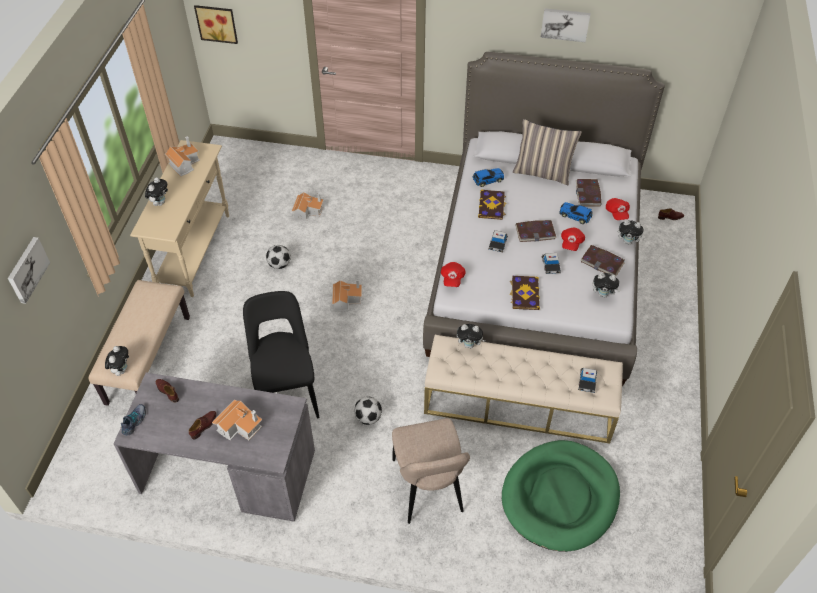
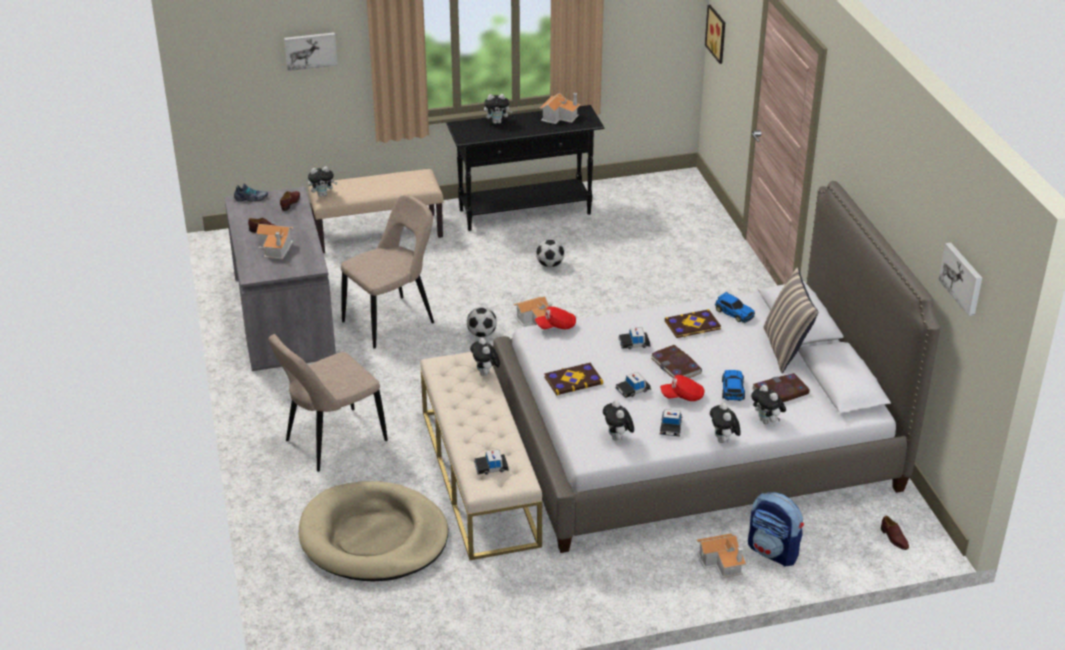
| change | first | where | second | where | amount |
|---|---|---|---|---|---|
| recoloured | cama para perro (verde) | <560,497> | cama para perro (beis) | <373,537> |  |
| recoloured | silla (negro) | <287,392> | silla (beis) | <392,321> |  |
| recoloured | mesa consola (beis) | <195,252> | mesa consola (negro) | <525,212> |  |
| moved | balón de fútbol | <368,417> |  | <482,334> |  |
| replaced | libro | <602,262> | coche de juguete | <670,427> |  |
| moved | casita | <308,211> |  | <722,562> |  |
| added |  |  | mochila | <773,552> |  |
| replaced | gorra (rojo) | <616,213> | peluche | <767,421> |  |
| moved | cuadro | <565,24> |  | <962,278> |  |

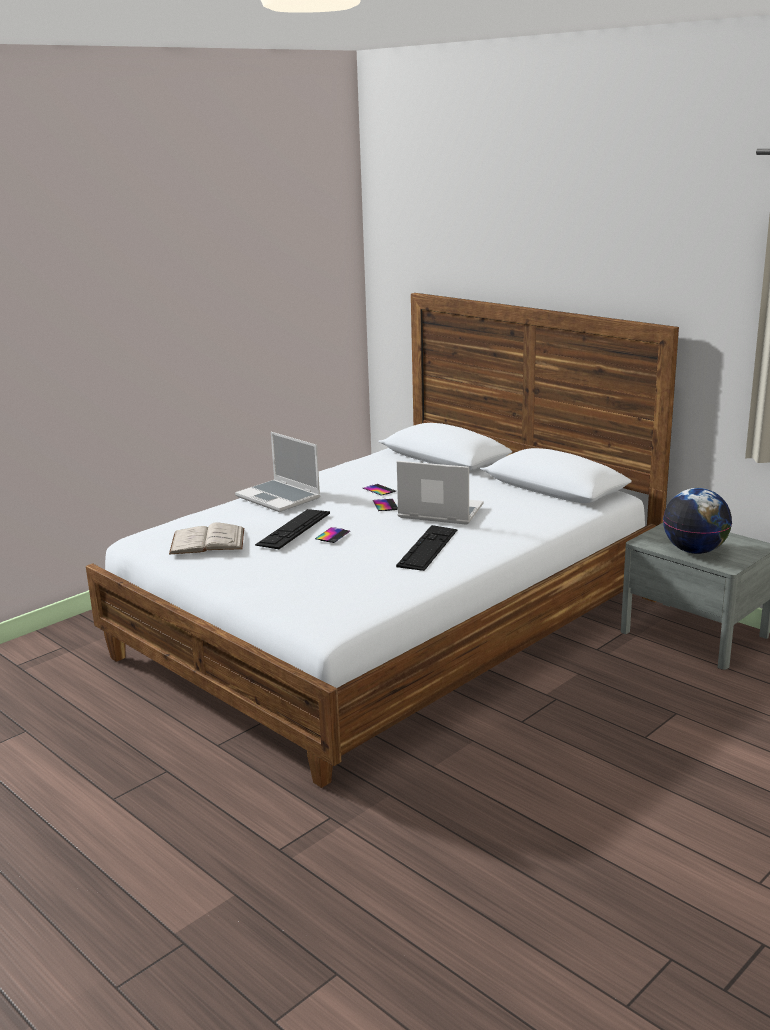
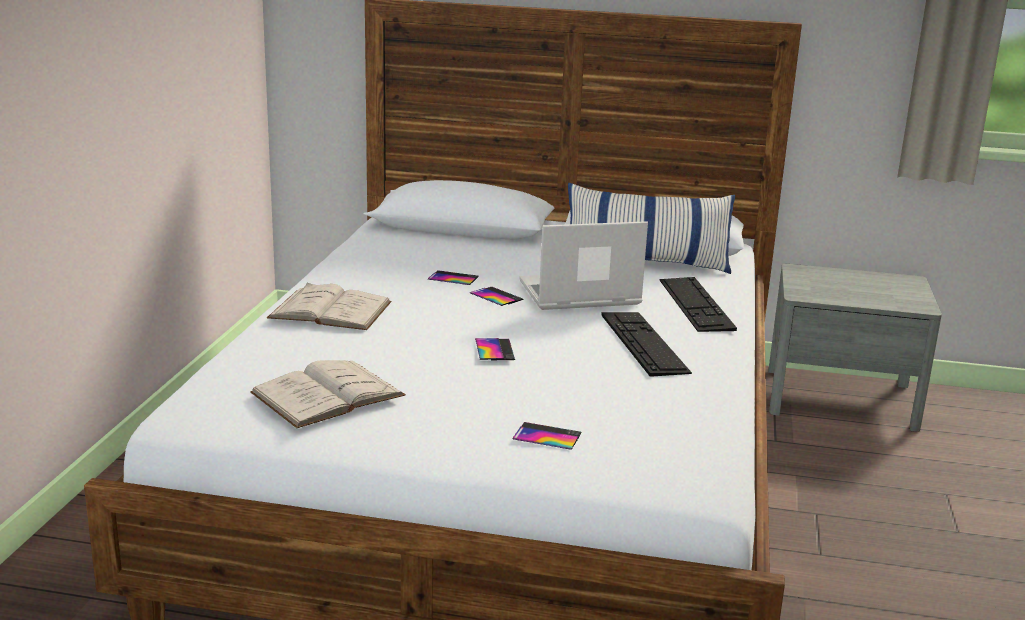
| change | first | where | second | where | amount |
|---|---|---|---|---|---|
| replaced | portátil | <279,497> | libro (blanco) | <330,310> |  |
| added |  |  | móvil | <547,436> |  |
| added |  |  | cojín | <645,262> |  |
| moved | teclado | <293,528> |  | <695,304> |  |
| removed | globo terráqueo | <695,551> |  |  |  |

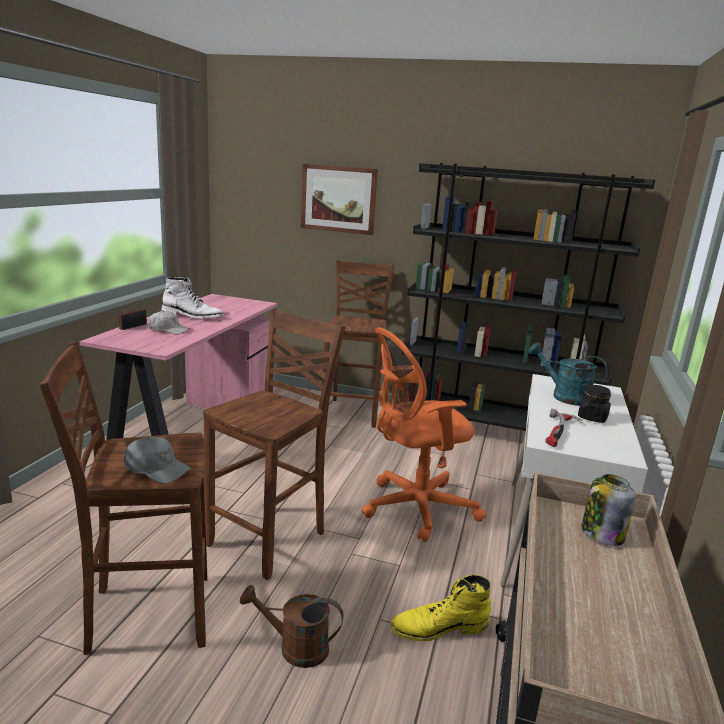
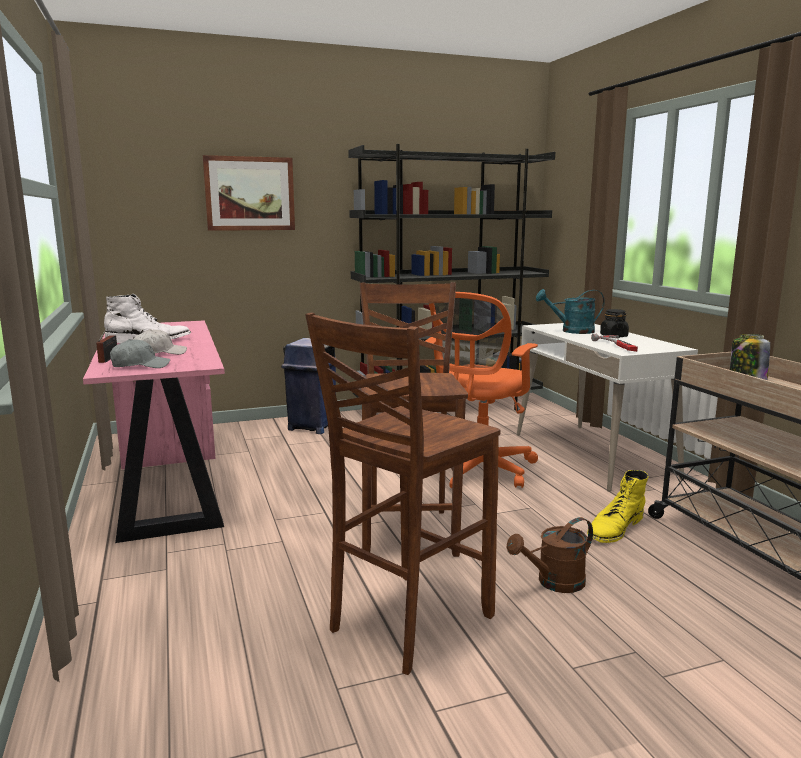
| change | first | where | second | where | amount |
|---|---|---|---|---|---|
| moved | gorra (gris) | <156,469> |  | <140,365> |  |
| replaced | taburete (marrón) | <352,412> | papelera (azul) | <312,427> |  |

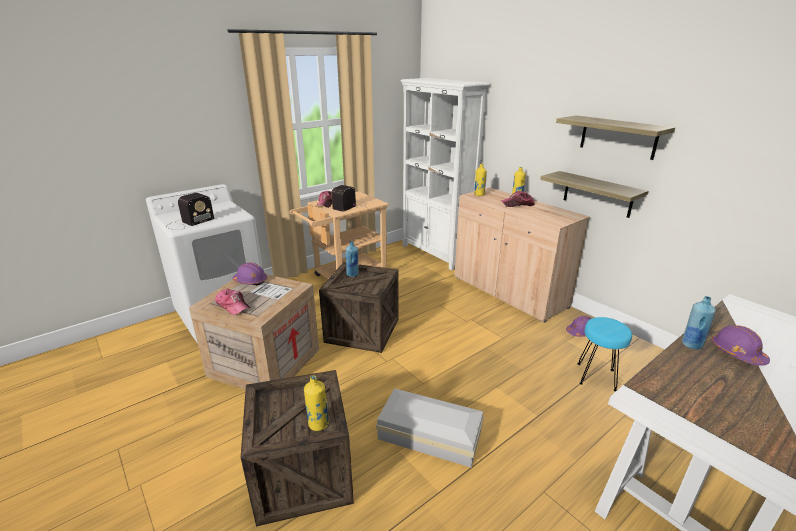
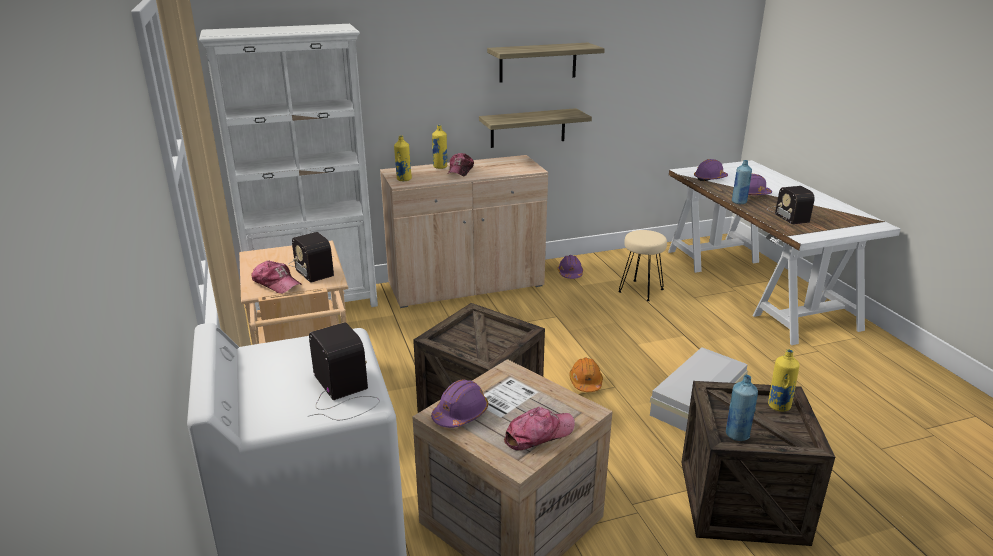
| change | first | where | second | where | amount |
|---|---|---|---|---|---|
| added |  |  | casco (naranja) | <585,382> |  |
| recoloured | taburete (turquesa) | <596,376> | taburete (beis) | <640,290> |  |
| added |  |  | casco (morado) | <710,178> |  |
| moved | botella (azul) | <352,274> |  | <737,434> |  |
| added |  |  | radio | <787,214> |  |

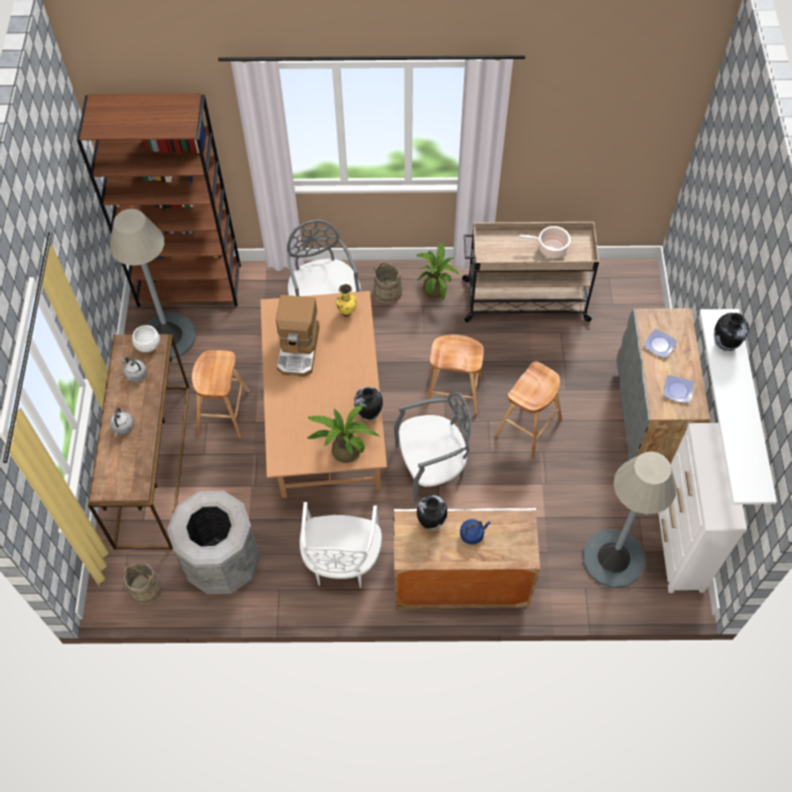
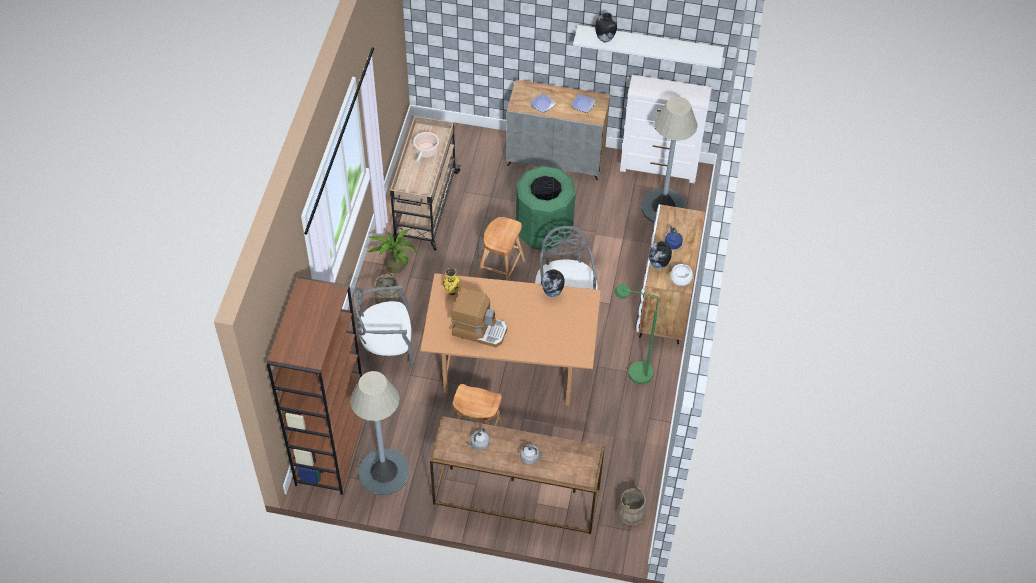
| change | first | where | second | where | amount |
|---|---|---|---|---|---|
| replaced | taburete (marrón) | <528,426> | papelera (verde) | <544,231> |  |
| replaced | silla (blanco) | <341,561> | lámpara de pie (verde) | <633,373> |  |
| moved | cuenco (blanco) | <148,345> |  | <680,280> |  |
| removed | papelera (gris) | <222,563> |  |  |  |
| removed | planta en maceta | <343,449> |  |  |  |

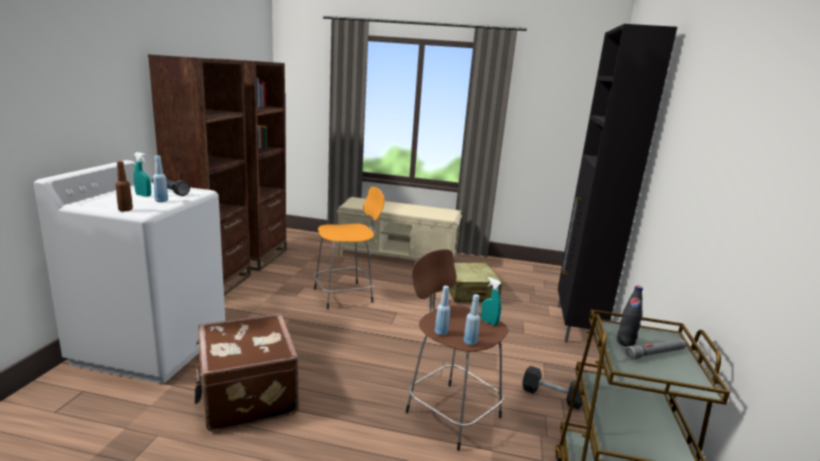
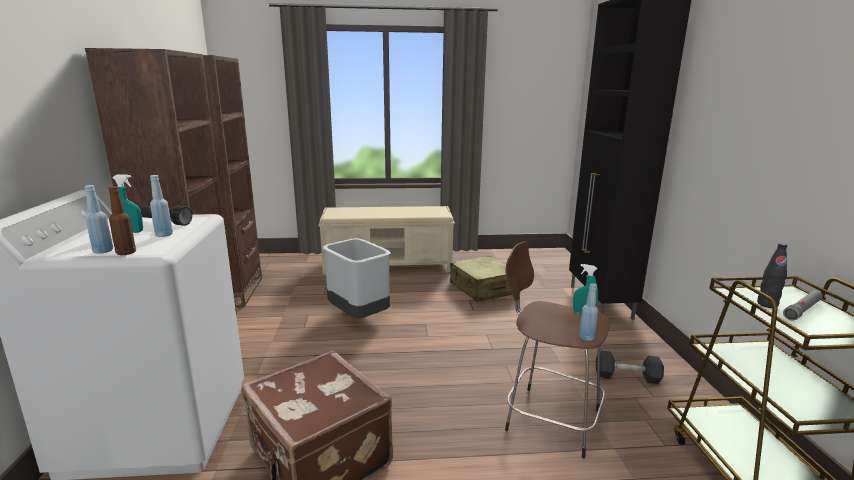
| change | first | where | second | where | amount |
|---|---|---|---|---|---|
| moved | botella (azul) | <441,332> |  | <103,251> |  |
| replaced | taburete (naranja) | <345,295> | papelera (gris) | <359,316> |  |

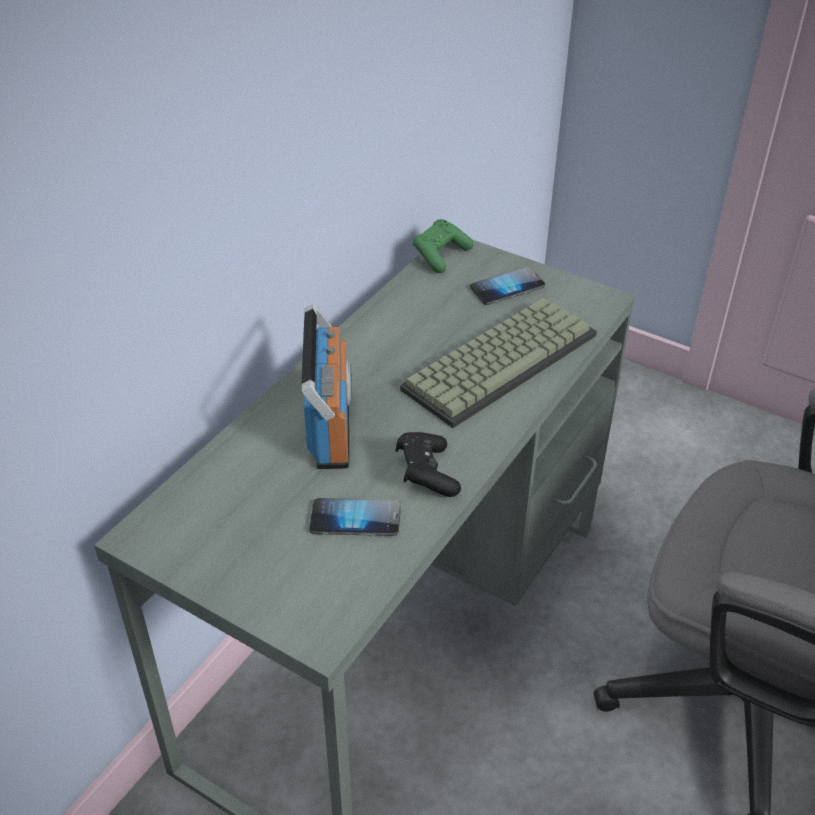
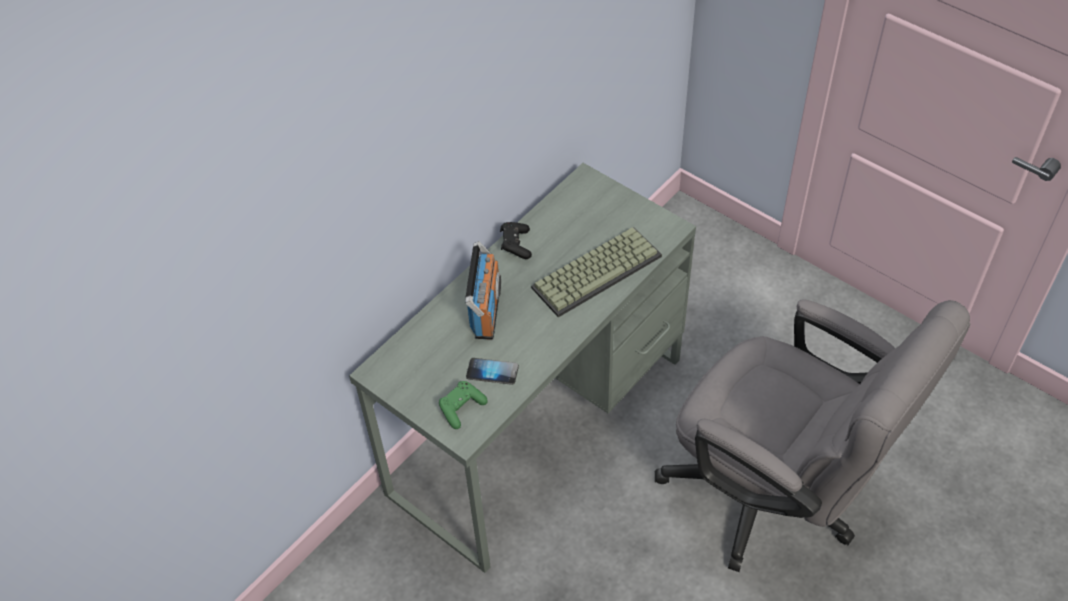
| change | first | where | second | where | amount |
|---|---|---|---|---|---|
| moved | mando de consola (verde) | <440,255> |  | <461,408> |  |
| moved | mando de consola (negro) | <426,474> |  | <515,245> |  |
| removed | móvil | <507,288> |  |  |  |

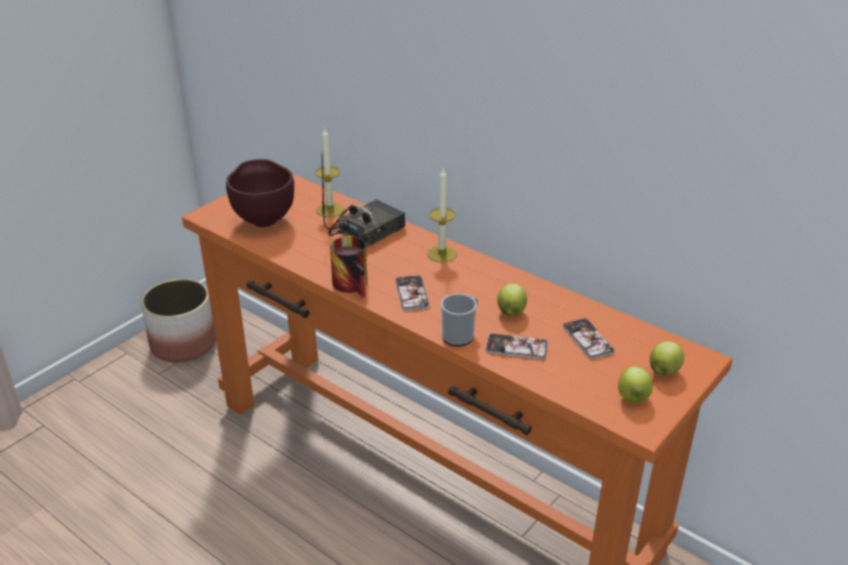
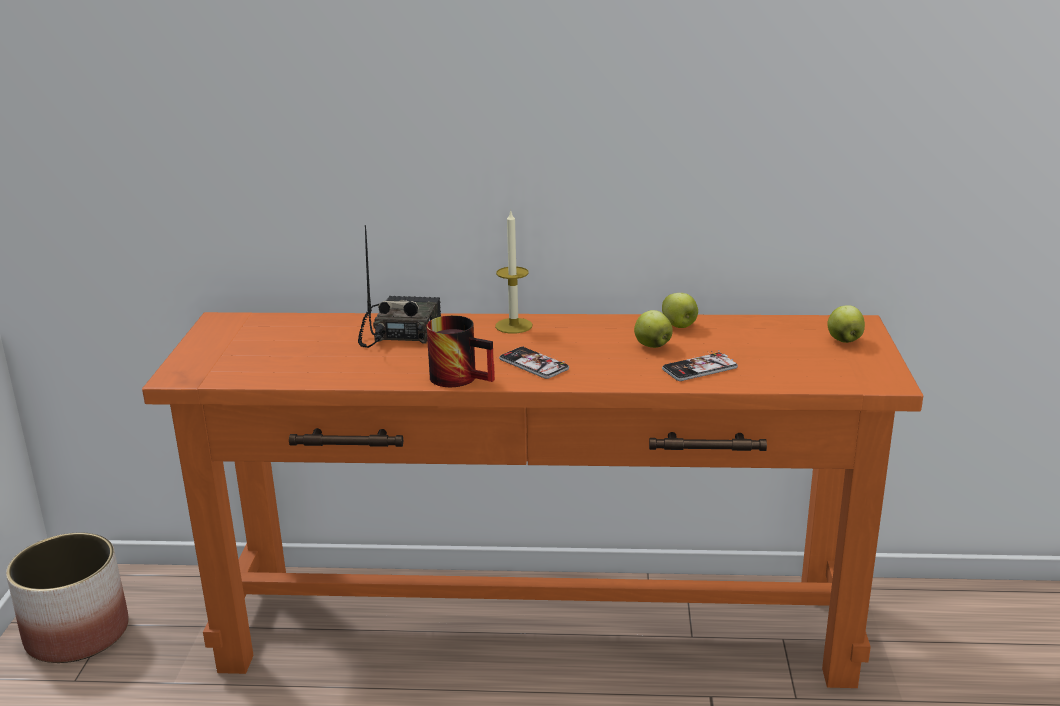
| change | first | where | second | where | amount |
|---|---|---|---|---|---|
| moved | manzana | <632,398> |  | <679,326> |  |
| removed | cuenco (marrón) | <264,219> |  |  |  |
| removed | vela | <330,210> |  |  |  |
| removed | taza grande | <460,335> |  |  |  |
| removed | móvil | <588,339> |  |  |  |

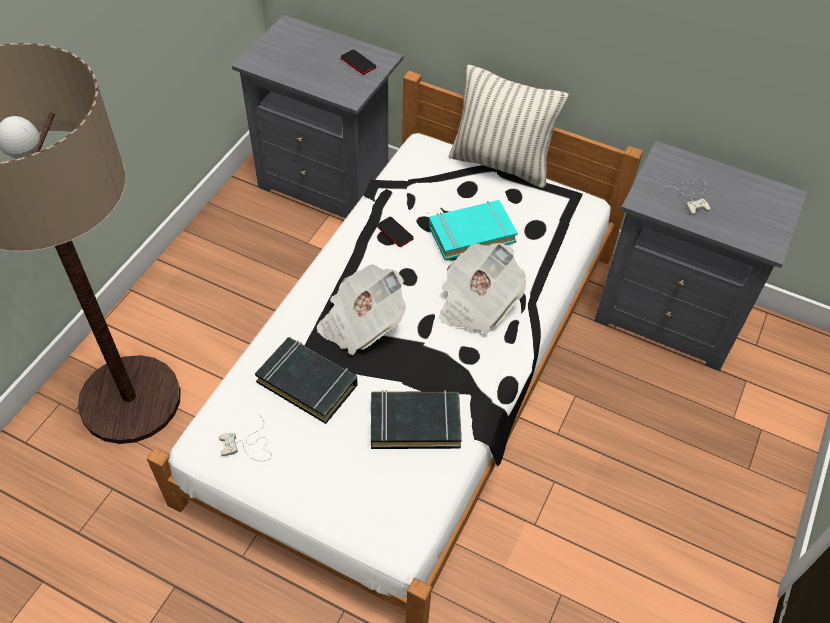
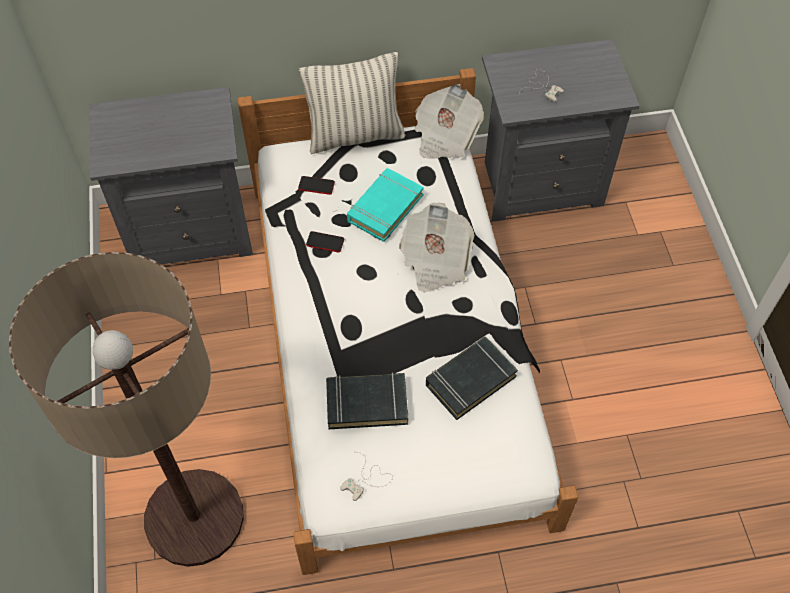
| change | first | where | second | where | amount |
|---|---|---|---|---|---|
| moved | móvil | <358,63> |  | <316,186> |  |
| moved | periódico | <361,323> |  | <445,136> |  |

